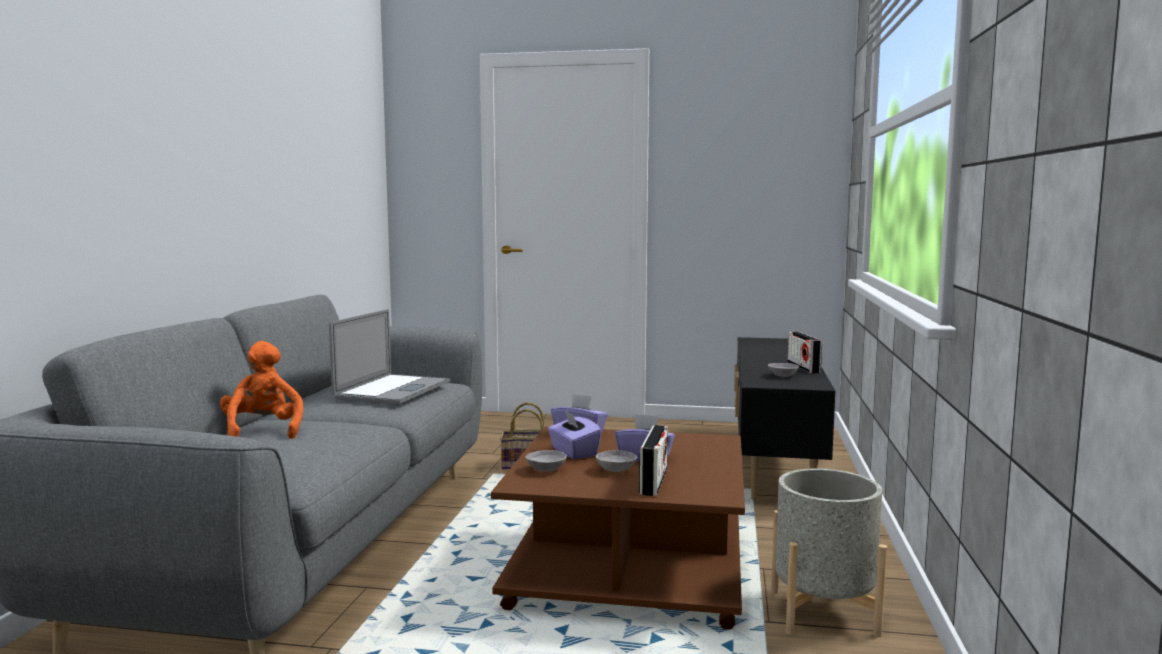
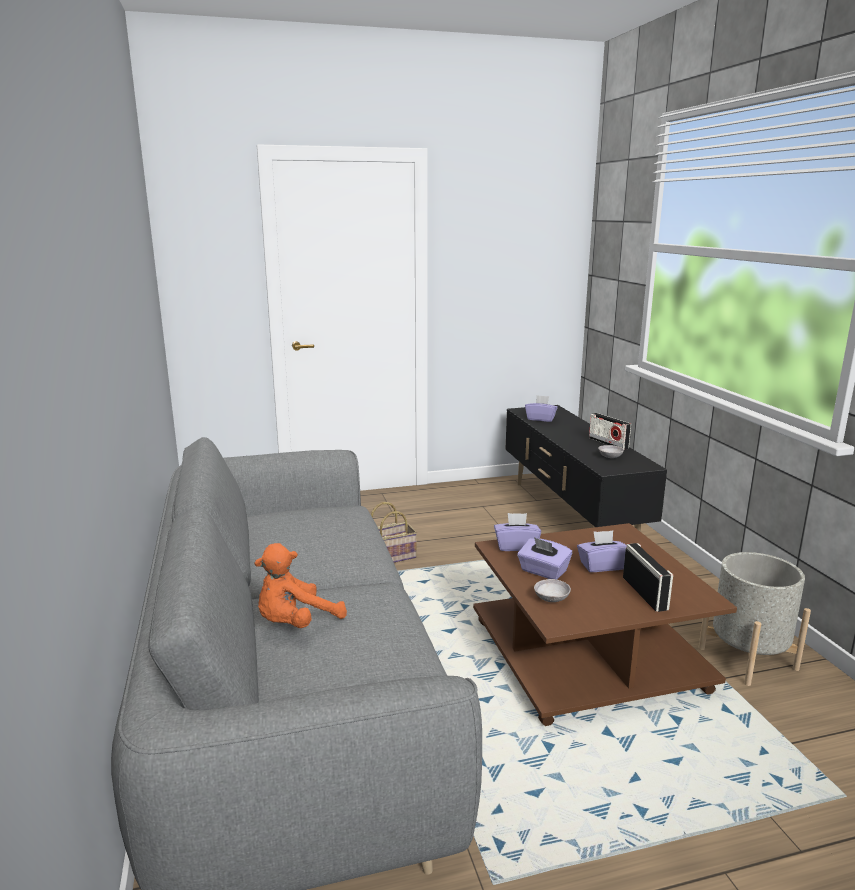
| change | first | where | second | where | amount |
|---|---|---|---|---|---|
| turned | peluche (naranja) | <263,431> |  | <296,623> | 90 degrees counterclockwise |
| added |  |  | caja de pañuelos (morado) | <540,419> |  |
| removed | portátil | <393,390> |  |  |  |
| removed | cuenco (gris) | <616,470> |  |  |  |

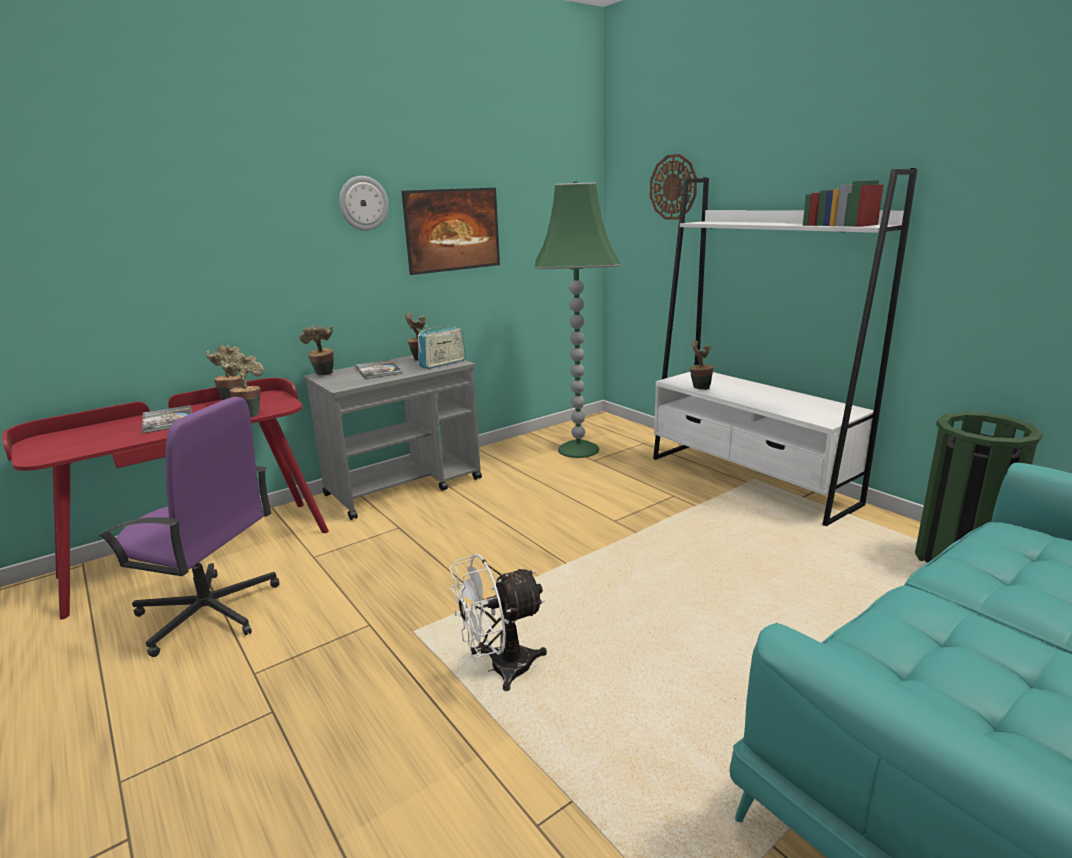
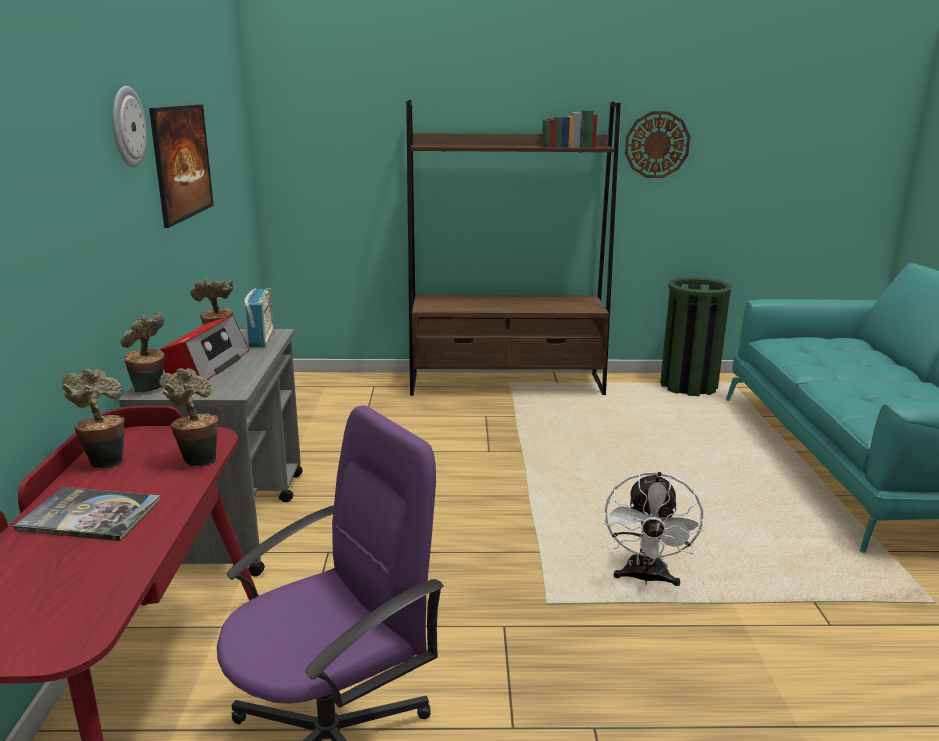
| change | first | where | second | where | amount |
|---|---|---|---|---|---|
| replaced | libro | <378,370> | radio | <207,364> |  |
| recoloured | estantería (blanco) | <750,480> | estantería (marrón) | <507,384> |  |
| moved | reloj de pared | <673,187> |  | <657,145> |  |
| removed | lámpara de pie (verde) | <579,449> |  |  |  |
| removed | planta en maceta | <699,388> |  |  |  |

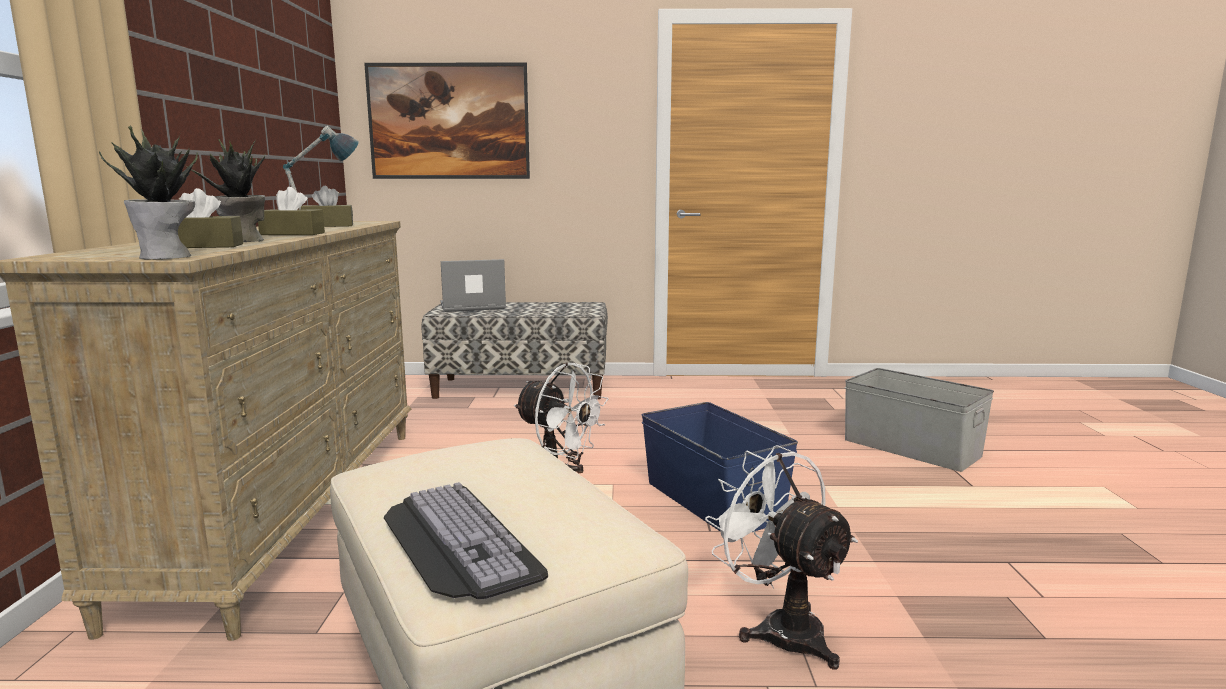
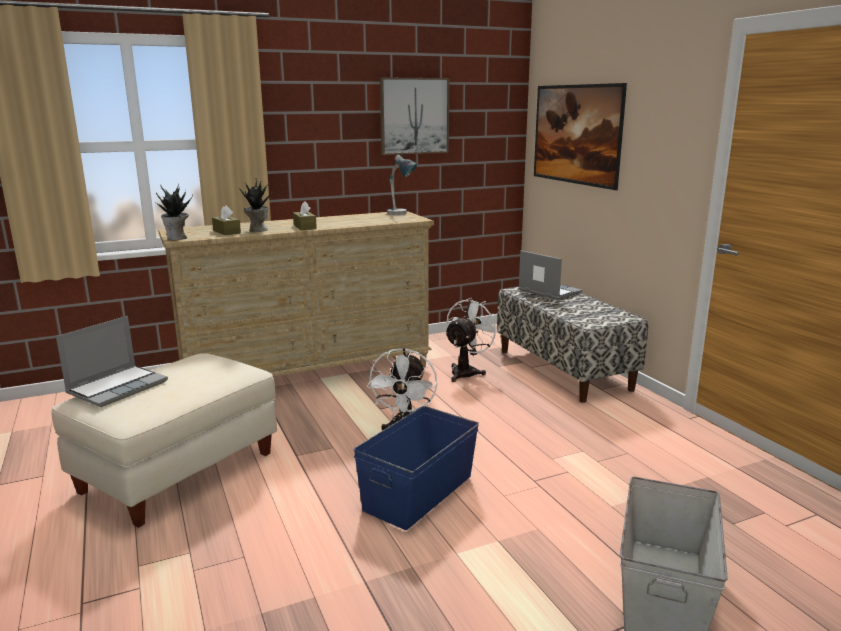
| change | first | where | second | where | amount |
|---|---|---|---|---|---|
| replaced | teclado | <453,539> | portátil | <118,387> |  |
| added |  |  | cuadro | <414,116> |  |
| moved | ventilador (blanco) | <780,628> |  | <467,372> |  |
| removed | caja de pañuelos (marrón) | <328,226> |  |  |  |

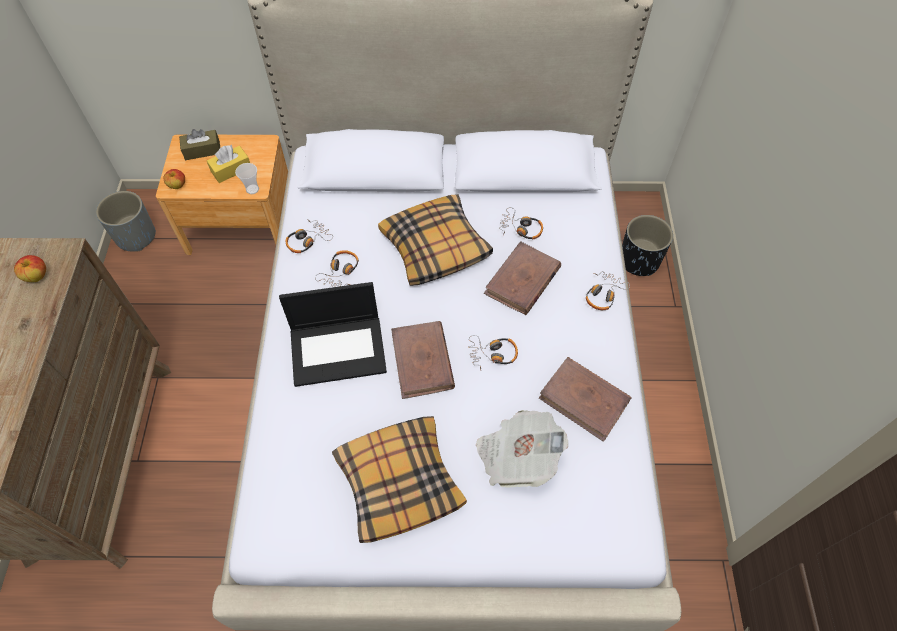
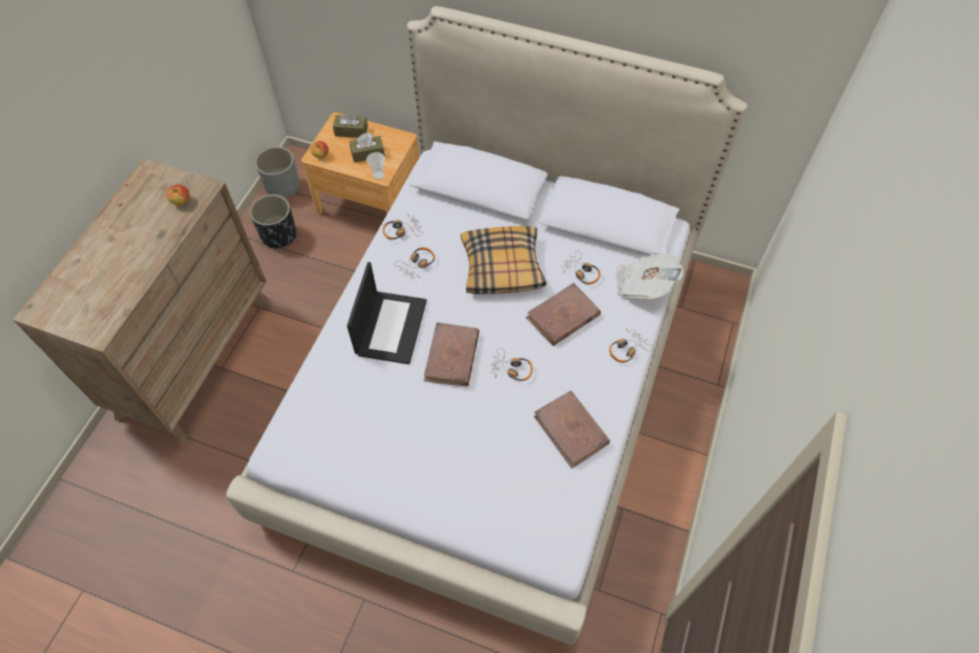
| change | first | where | second | where | amount |
|---|---|---|---|---|---|
| moved | maceta (negro) | <639,260> |  | <279,235> |  |
| turned | portátil | <339,349> |  | <390,326> | 90 degrees counterclockwise |
| recoloured | caja de pañuelos (amarillo) | <231,169> | caja de pañuelos (marrón) | <368,154> |  |
| moved | periódico | <517,456> |  | <643,285> |  |
| removed | cojín | <399,481> |  |  |  |

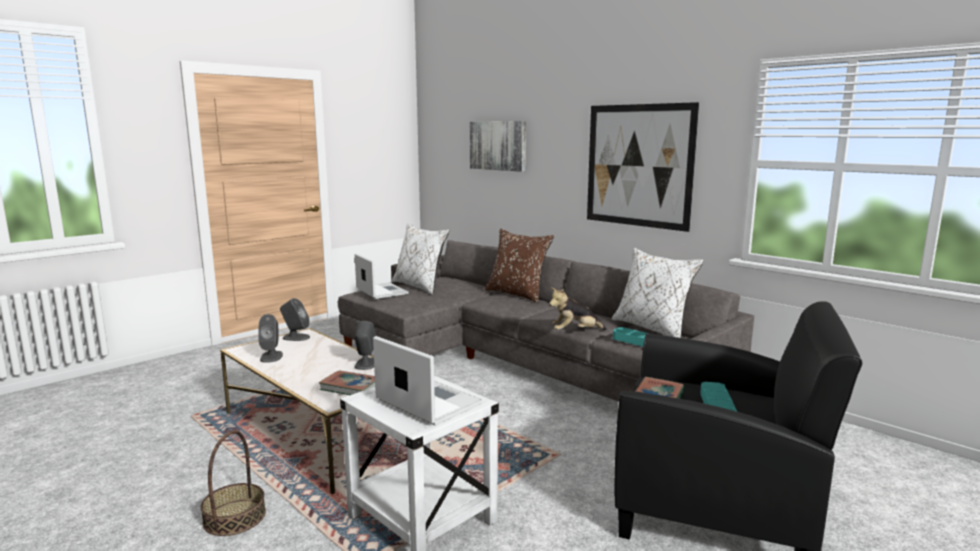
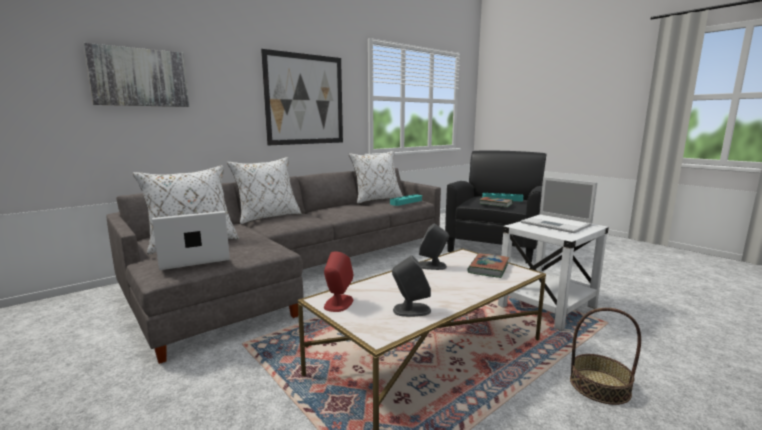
| change | first | where | second | where | amount |
|---|---|---|---|---|---|
| recoloured | cojín (marrón) | <517,294> | cojín (blanco) | <267,217> |  |
| recoloured | altavoz (gris) | <295,337> | altavoz (rojo) | <338,303> |  |
| turned | portátil | <427,402> |  | <557,224> | 90 degrees counterclockwise |
| removed | peluche | <575,332> |  |  |  |

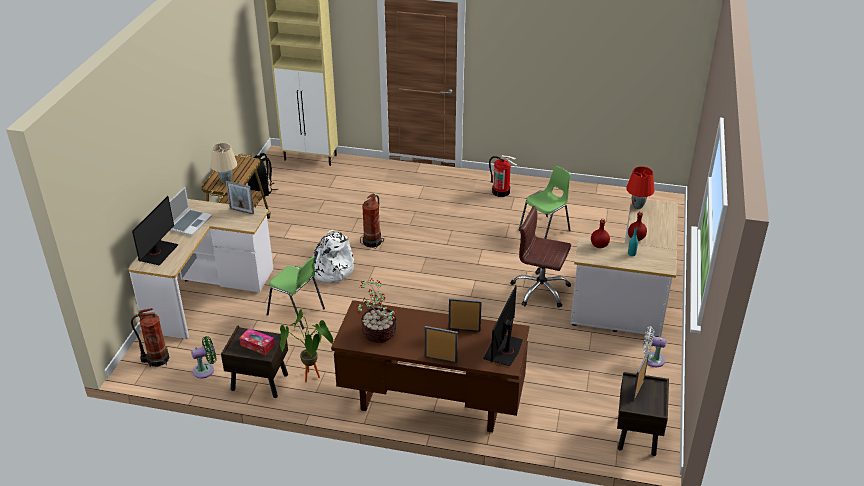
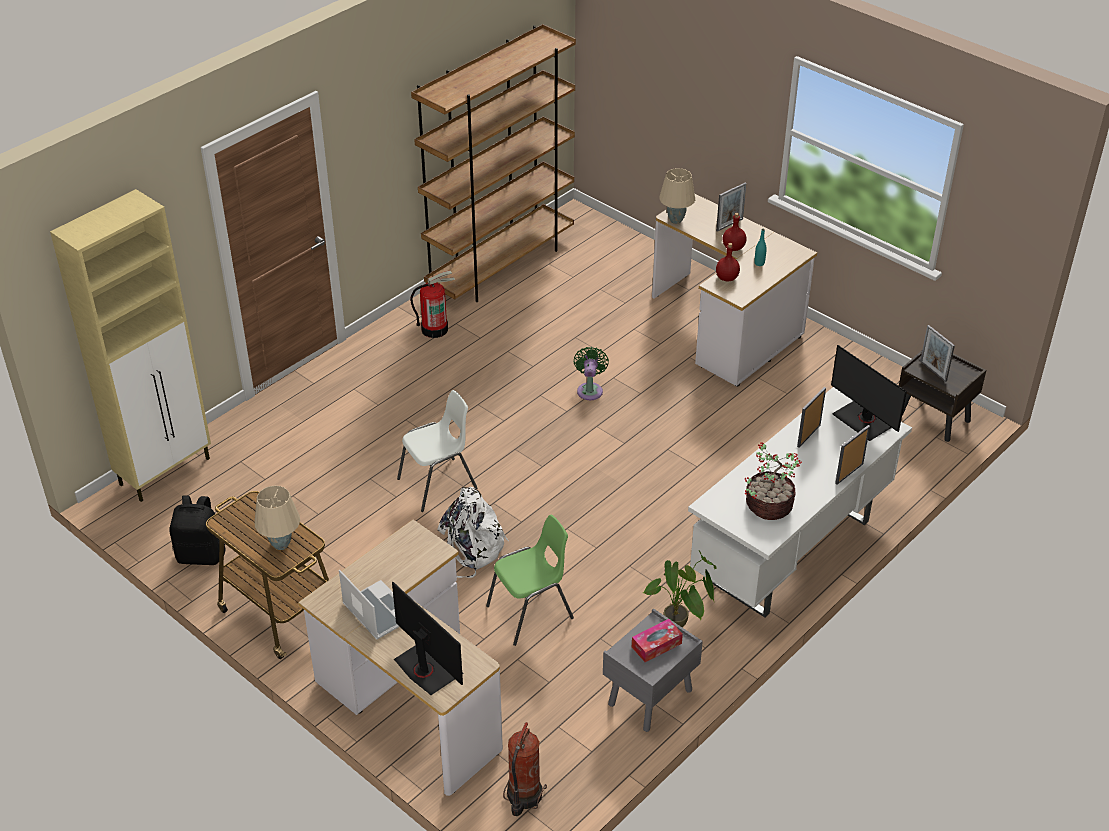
| change | first | where | second | where | amount |
|---|---|---|---|---|---|
| replaced | extintor | <373,242> | silla (blanco) | <438,484> |  |
| added |  |  | estantería (marrón) | <501,266> |  |
| moved | ventilador (verde) | <206,370> |  | <590,389> |  |
| recoloured | mesita de noche (marrón) | <259,382> | mesita de noche (gris) | <650,698> |  |
| recoloured | lámpara de mesa (rojo) | <637,206> | lámpara de mesa (beis) | <675,220> |  |
| recoloured | escritorio (marrón) | <430,403> | escritorio (blanco) | <791,552> |  |
| moved | portarretratos | <242,211> |  | <729,225> |  |
| removed | silla de oficina (marrón) | <540,290> |  |  |  |
| removed | silla (verde) | <545,230> |  |  |  |
| removed | ventilador (blanco) | <651,359> |  |  |  |

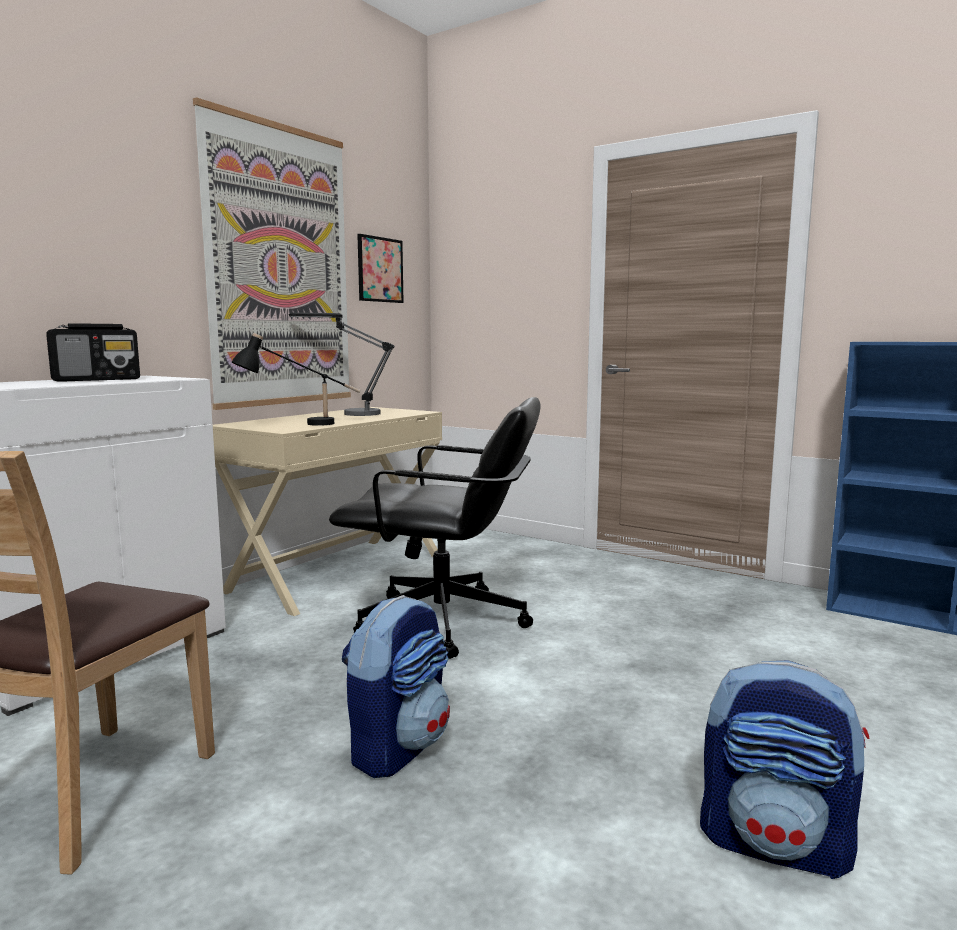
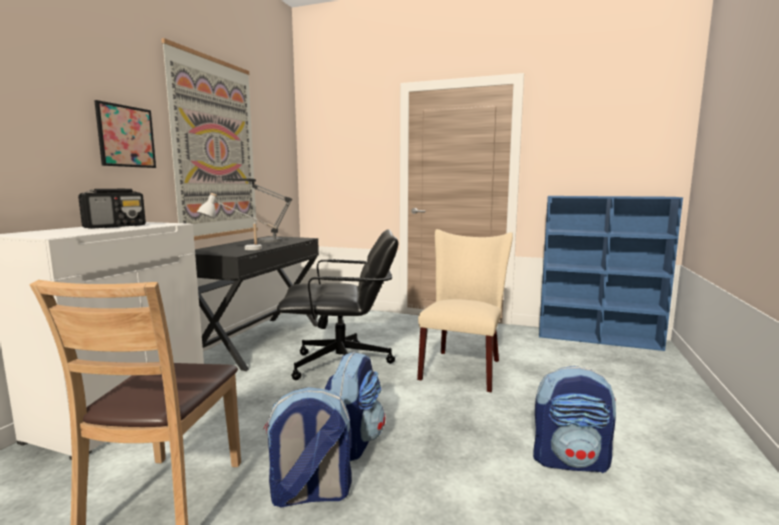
| change | first | where | second | where | amount |
|---|---|---|---|---|---|
| moved | cuadro | <380,269> |  | <126,136> |  |
| recoloured | escritorio (beis) | <338,572> | escritorio (negro) | <260,341> |  |
| recoloured | lámpara de mesa (negro) | <301,425> | lámpara de mesa (blanco) | <241,250> |  |
| added |  |  | mochila | <309,494> |  |
| added |  |  | silla (beis) | <463,367> |  |

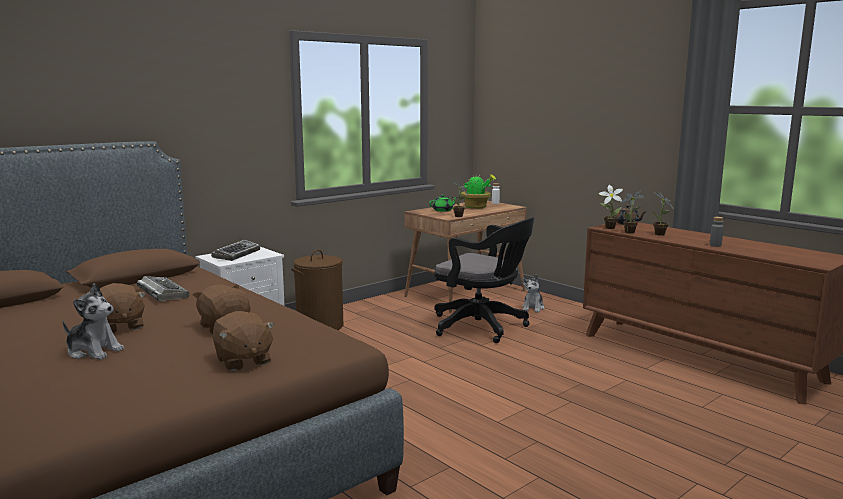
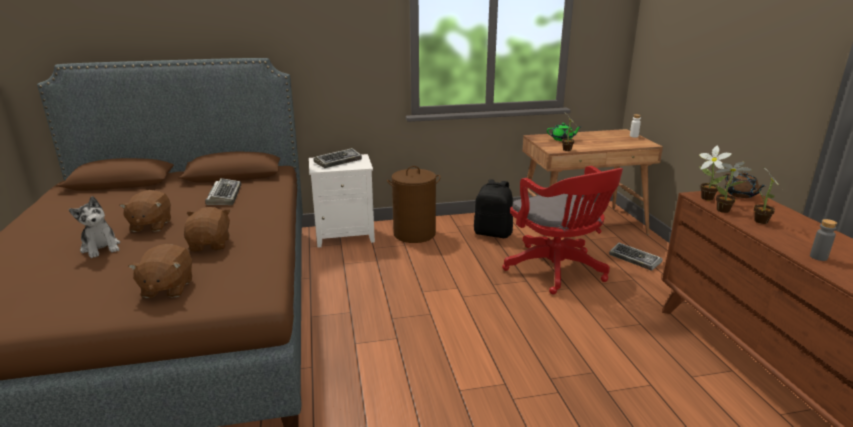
| change | first | where | second | where | amount |
|---|---|---|---|---|---|
| added |  |  | mochila (negro) | <493,233> |  |
| recoloured | silla de oficina (negro) | <483,327> | silla de oficina (rojo) | <558,271> |  |
| replaced | peluche | <533,308> | teclado | <635,259> |  |
| removed | planta en maceta | <476,207> |  |  |  |

